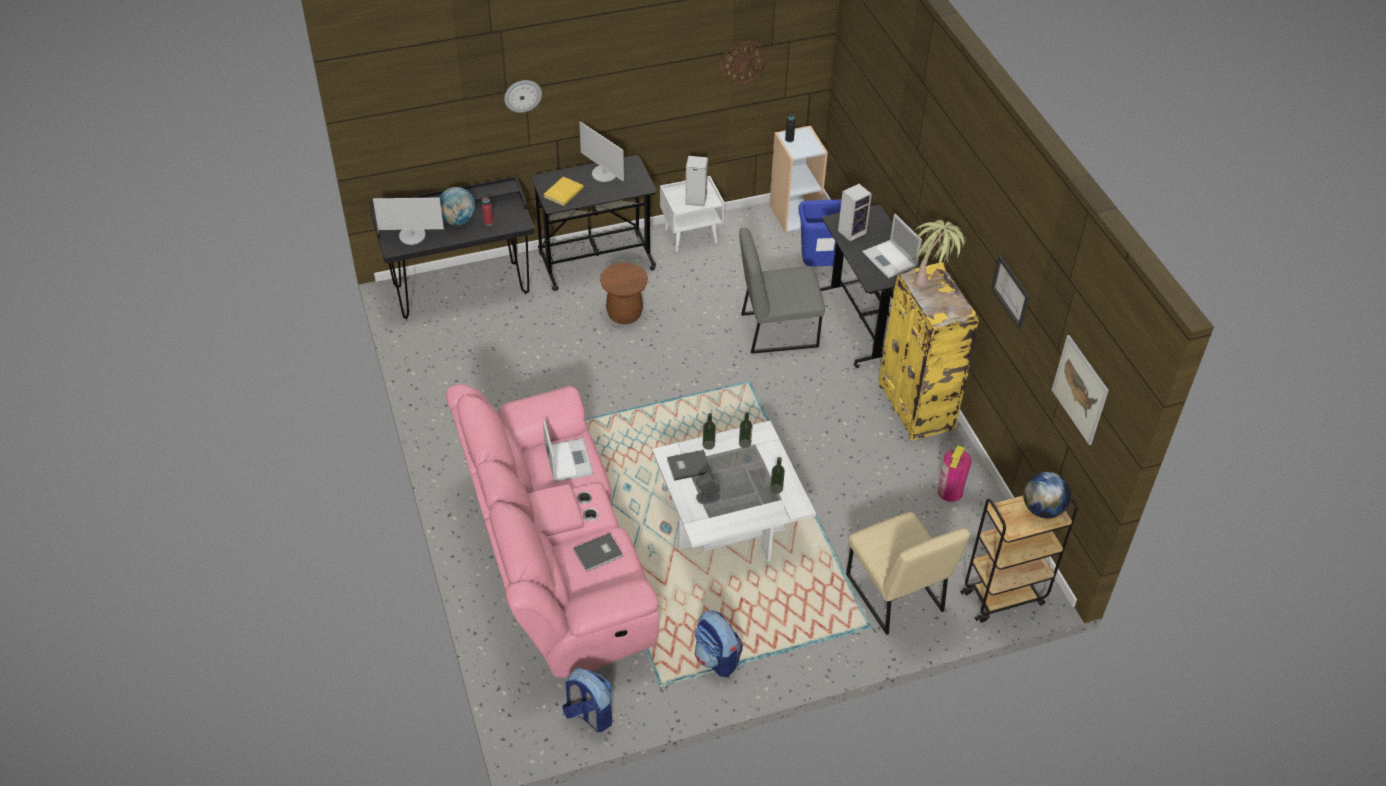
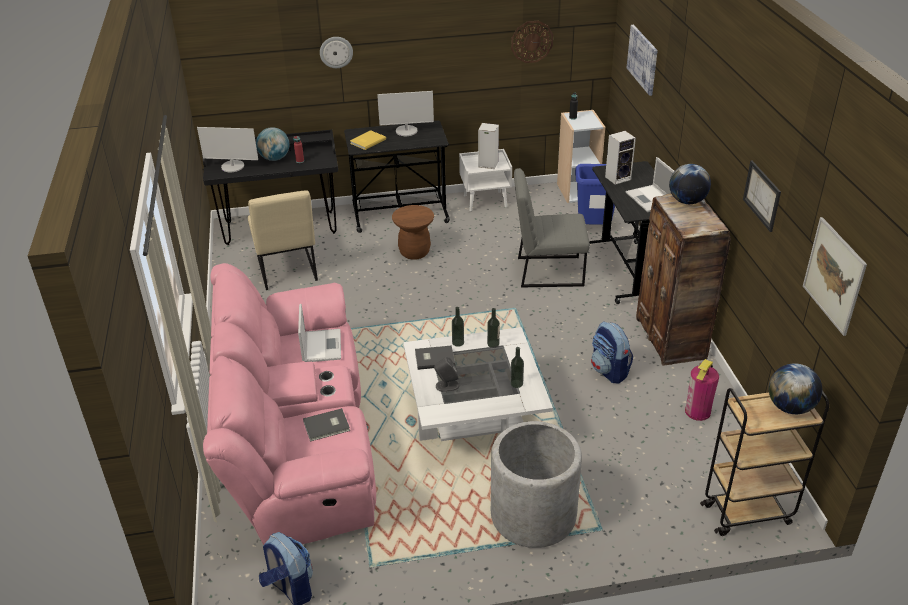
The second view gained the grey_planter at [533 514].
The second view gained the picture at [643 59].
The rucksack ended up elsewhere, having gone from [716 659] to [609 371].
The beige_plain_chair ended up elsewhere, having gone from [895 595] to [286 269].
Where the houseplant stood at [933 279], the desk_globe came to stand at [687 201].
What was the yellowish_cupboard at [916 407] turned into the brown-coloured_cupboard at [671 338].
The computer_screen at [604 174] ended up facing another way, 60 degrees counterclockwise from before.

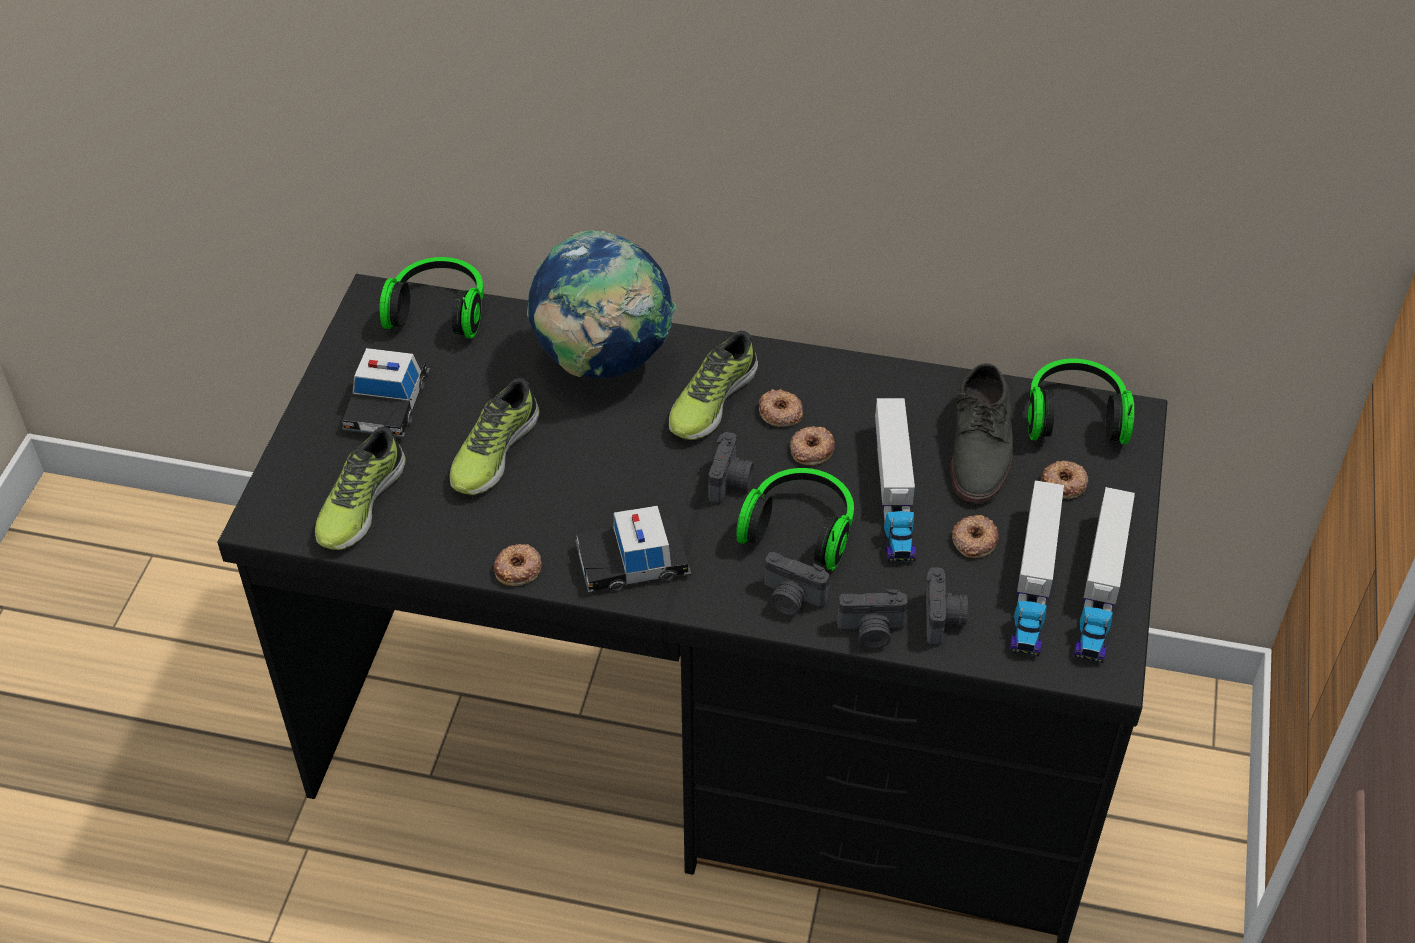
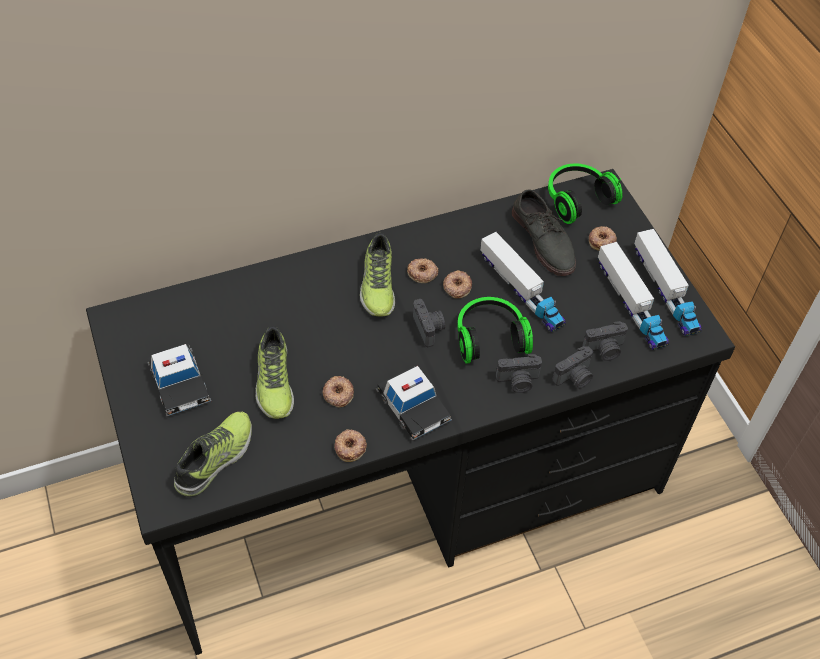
The second view lost the headset at [439 311].
The second view lost the desk_globe at [602 361].
The ring_doughnut ended up elsewhere, having gone from [974 540] to [338 393].
The item_of_footwear at [359 503] ended up facing another way, 135 degrees counterclockwise from before.
The miniature_car at [632 561] ended up facing another way, 75 degrees counterclockwise from before.
The photo_camera at [943 619] ended up facing another way, 105 degrees clockwise from before.

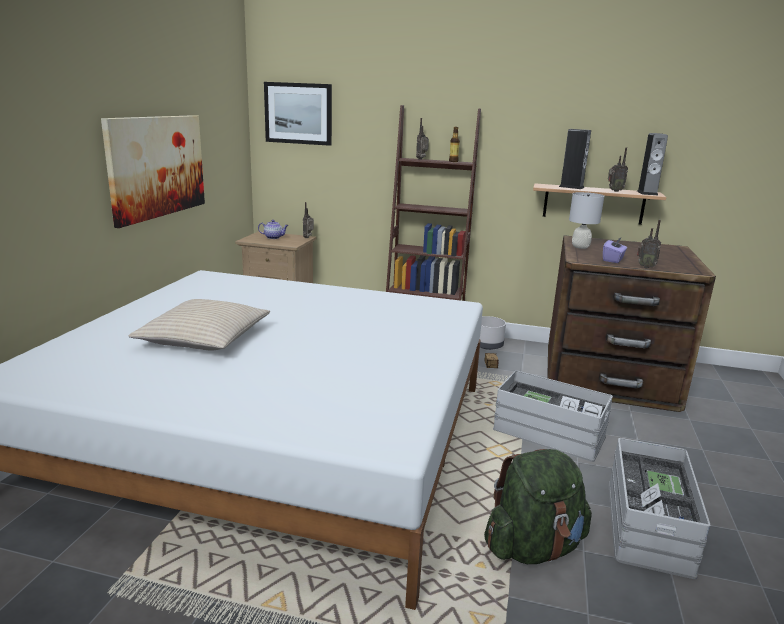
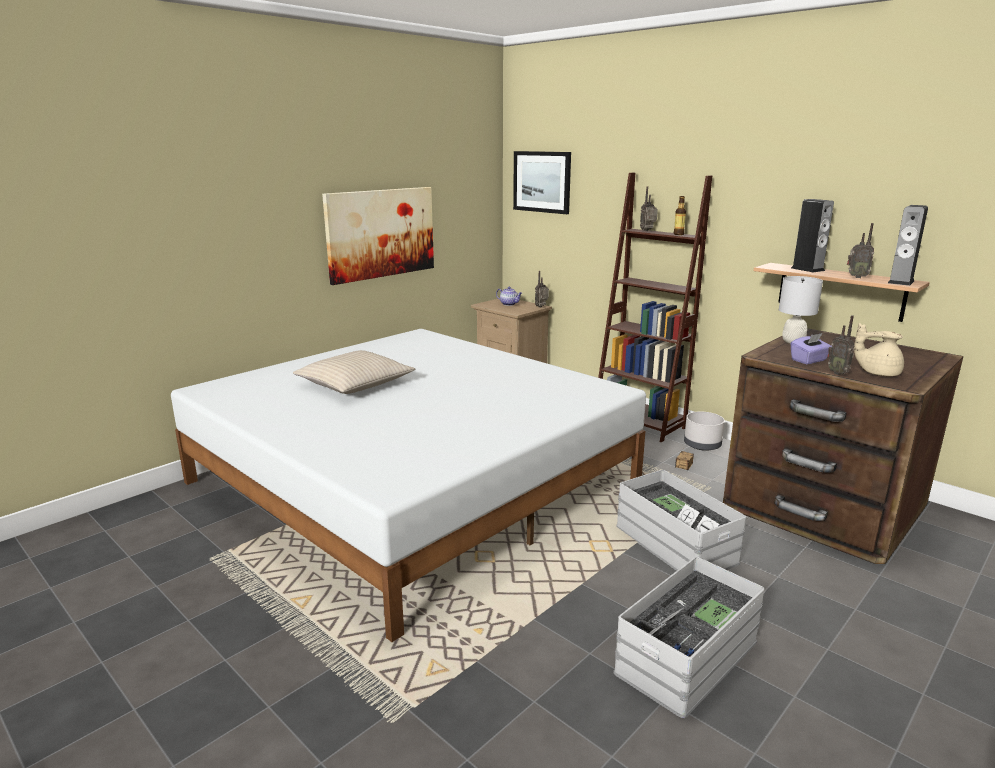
The second view lost the greenish_rucksack at [533 547].
The second view gained the beige_teapot at [877 373].

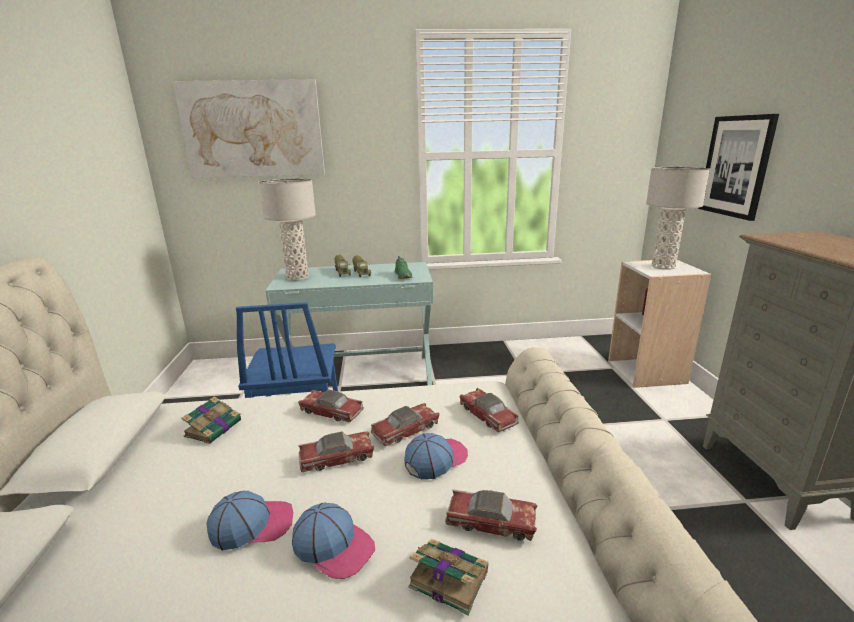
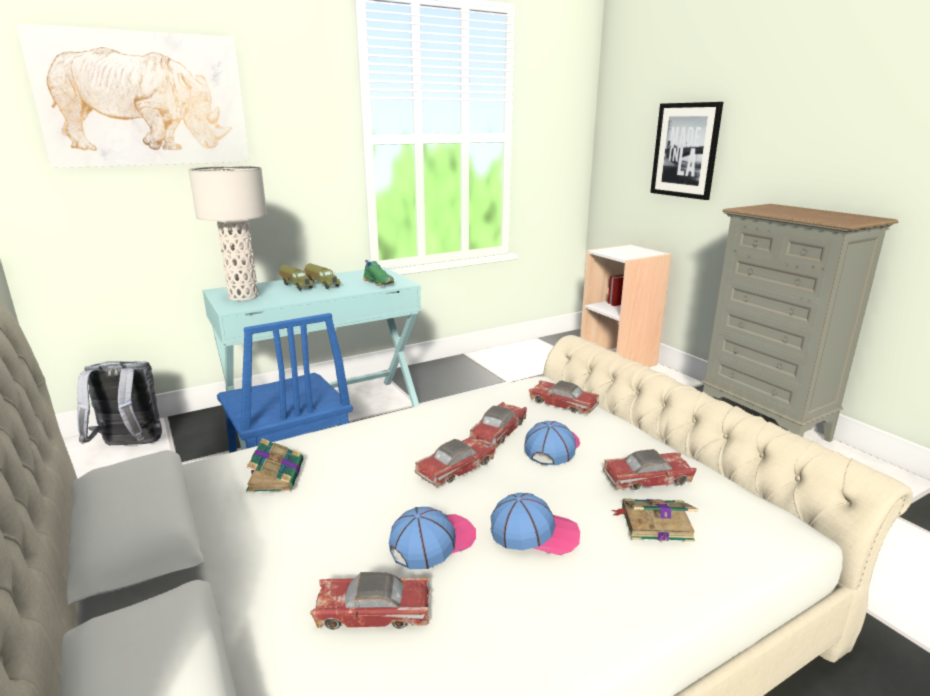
The second view lost the whitish_table_lamp at [663 266].
The second view gained the grey_rucksack at [130 446].
The miniature_car ended up elsewhere, having gone from [331 411] to [373 612].

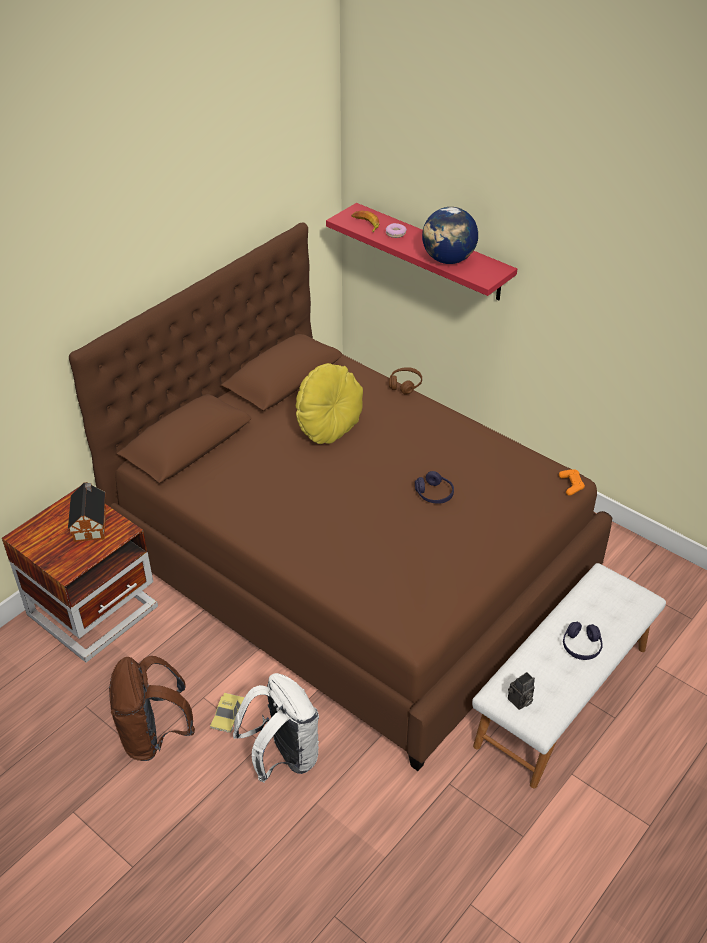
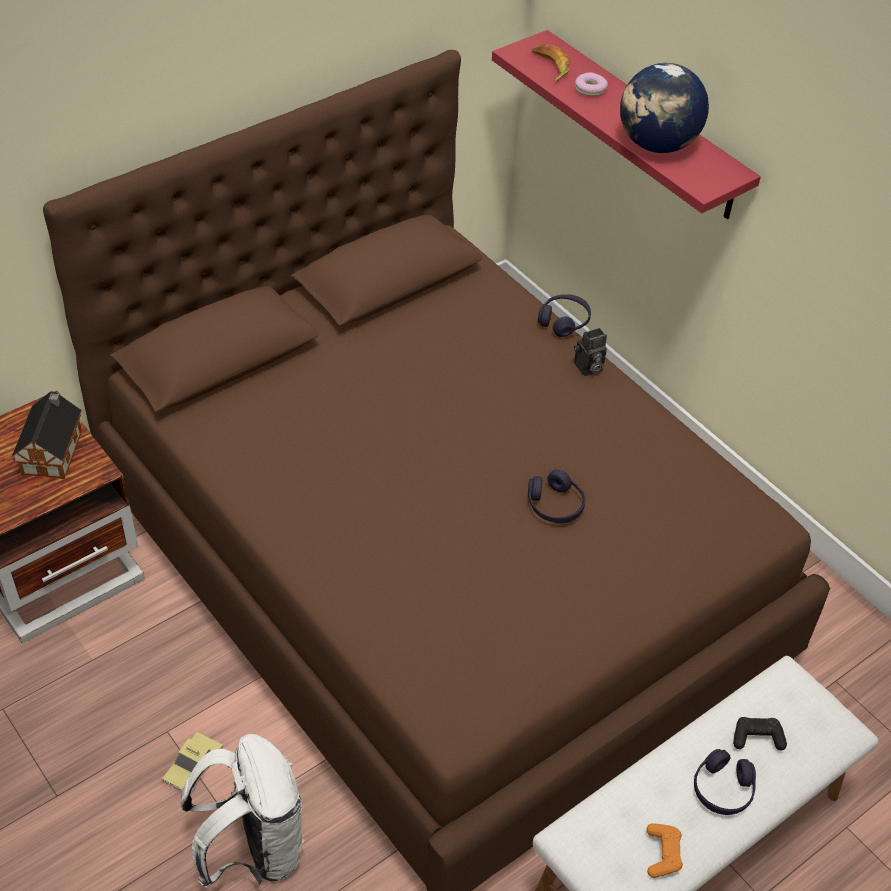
The second view lost the brown-coloured_rucksack at [154 736].
The second view lost the yellowish_cushion at [330 430].
The second view gained the black_joypad at [757 737].
The photo_camera ended up elsewhere, having gone from [519 701] to [587 368].
The orange_joypad ended up elsewhere, having gone from [571 485] to [663 854].
What was the brown-coloured_headset at [405 385] turned into the purple-coloured_headset at [563 321].

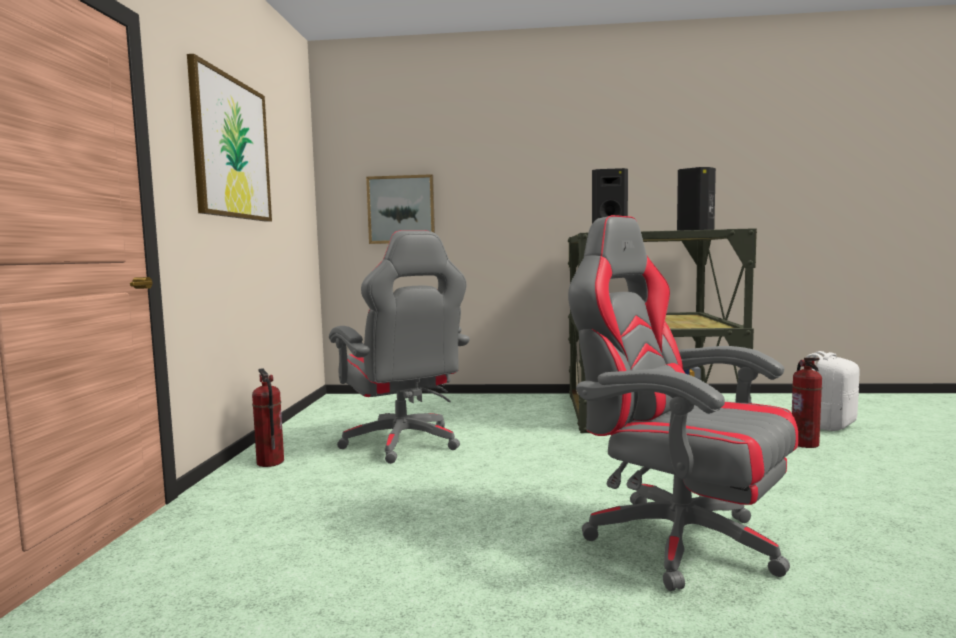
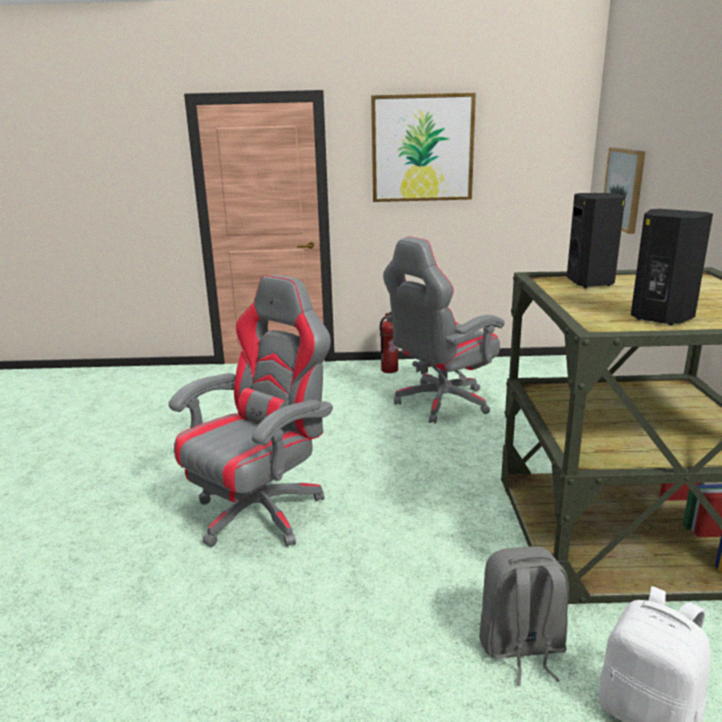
Where the fire_extinguisher stood at [805 444], the grey_rucksack came to stand at [521 648].

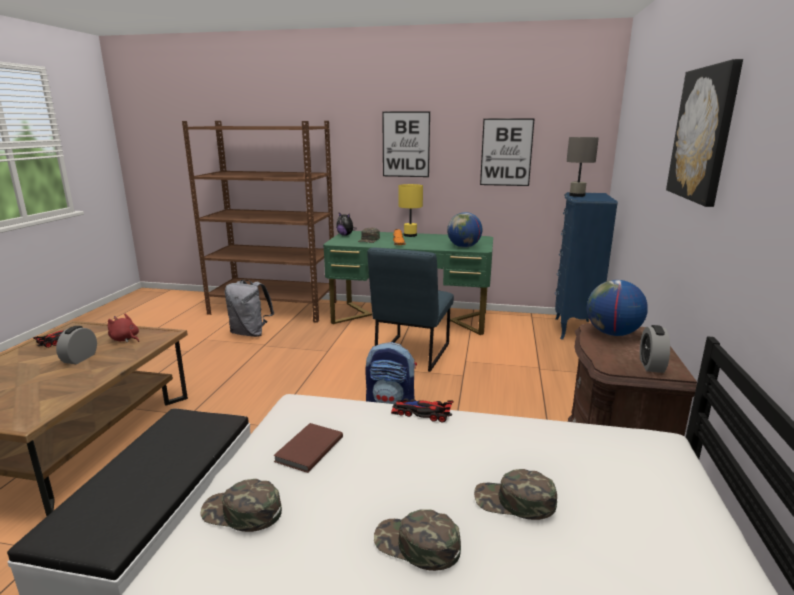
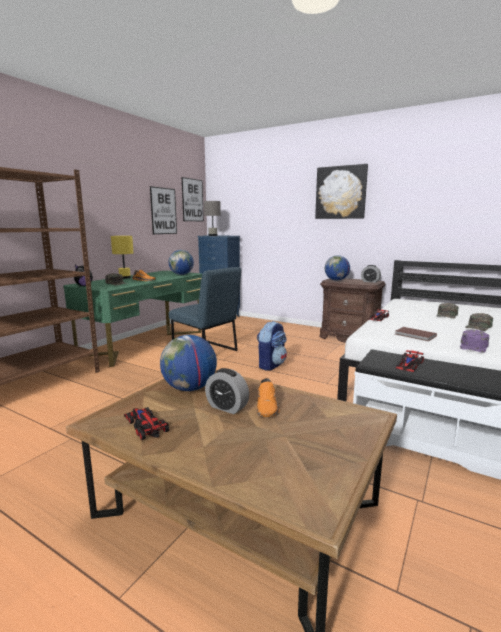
The second view lost the grey_rucksack at [250 333].
The second view gained the orange_item_of_footwear at [268 407].
The second view gained the miniature_car at [409 364].
The picture ended up elsewhere, having gone from [406 144] to [192 200].
Where the red-coloured_soft_toy stood at [125 339], the desk_globe came to stand at [189 388].
What was the greenish_baseball_cap at [241 512] turned into the purple-coloured_baseball_cap at [474 346].

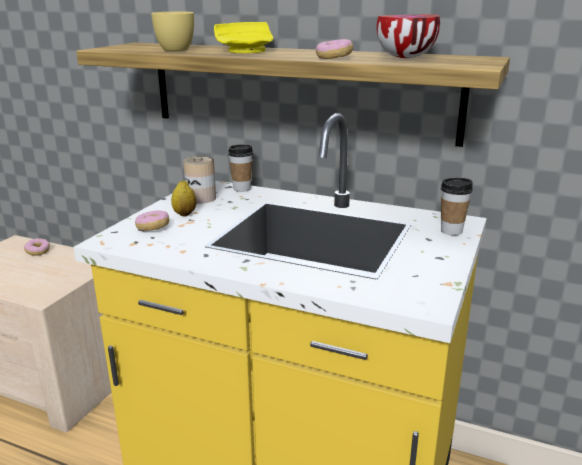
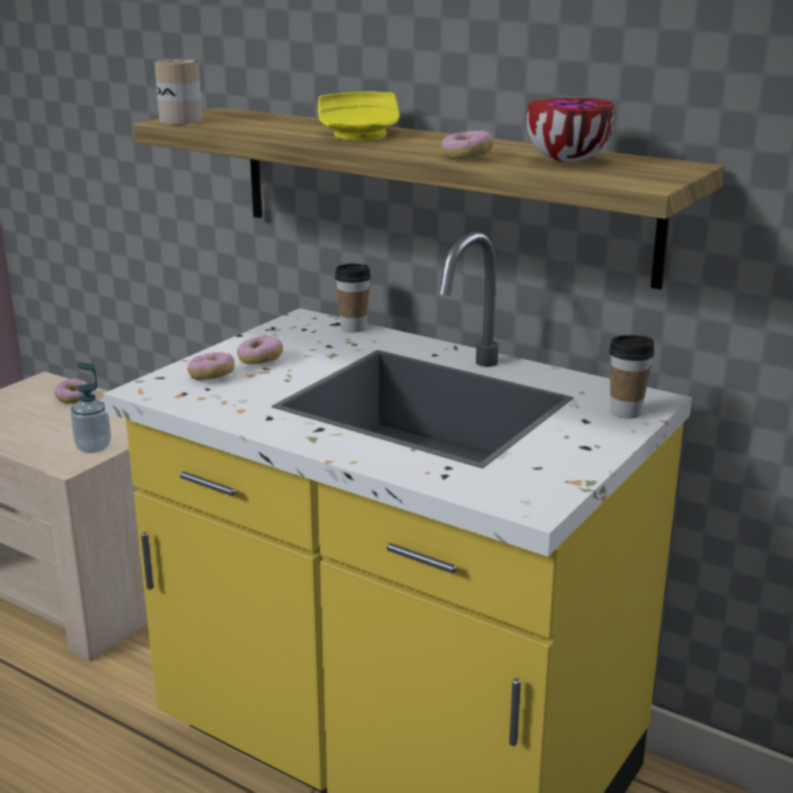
The second view lost the yellowish_small_cup at [173 49].
The second view gained the liquid_soap_bottle at [93 447].
The sealed_can ended up elsewhere, having gone from [201 198] to [181 120].
Where the lemon stood at [185 214], the ring_doughnut came to stand at [260 360].

